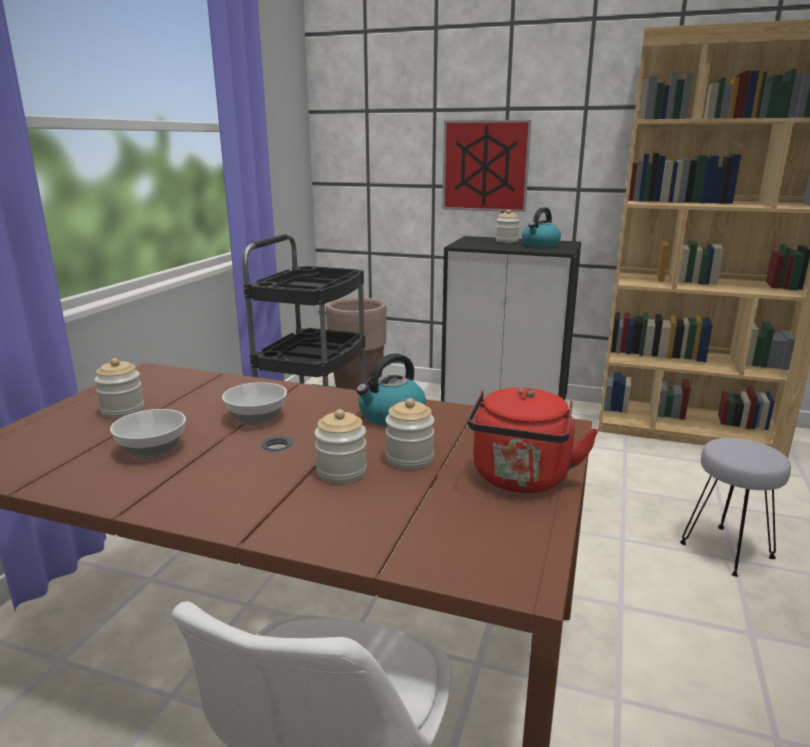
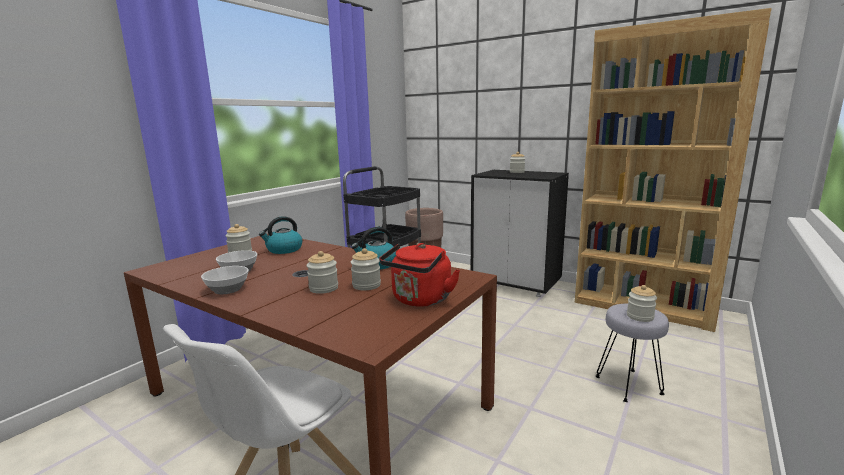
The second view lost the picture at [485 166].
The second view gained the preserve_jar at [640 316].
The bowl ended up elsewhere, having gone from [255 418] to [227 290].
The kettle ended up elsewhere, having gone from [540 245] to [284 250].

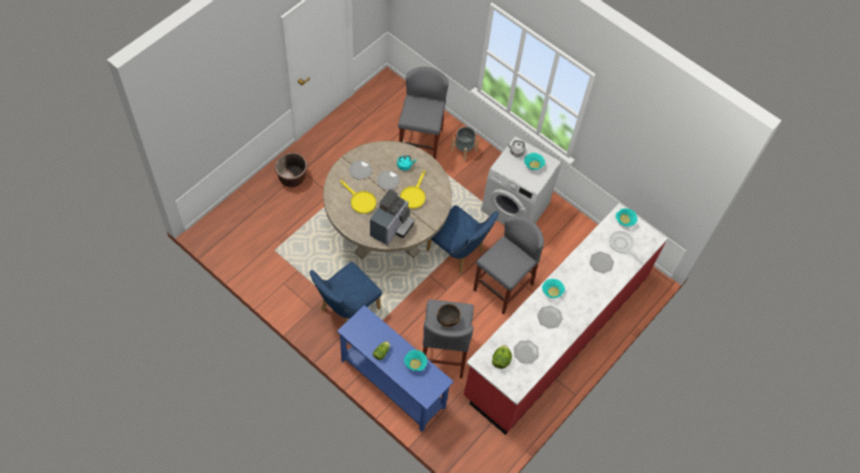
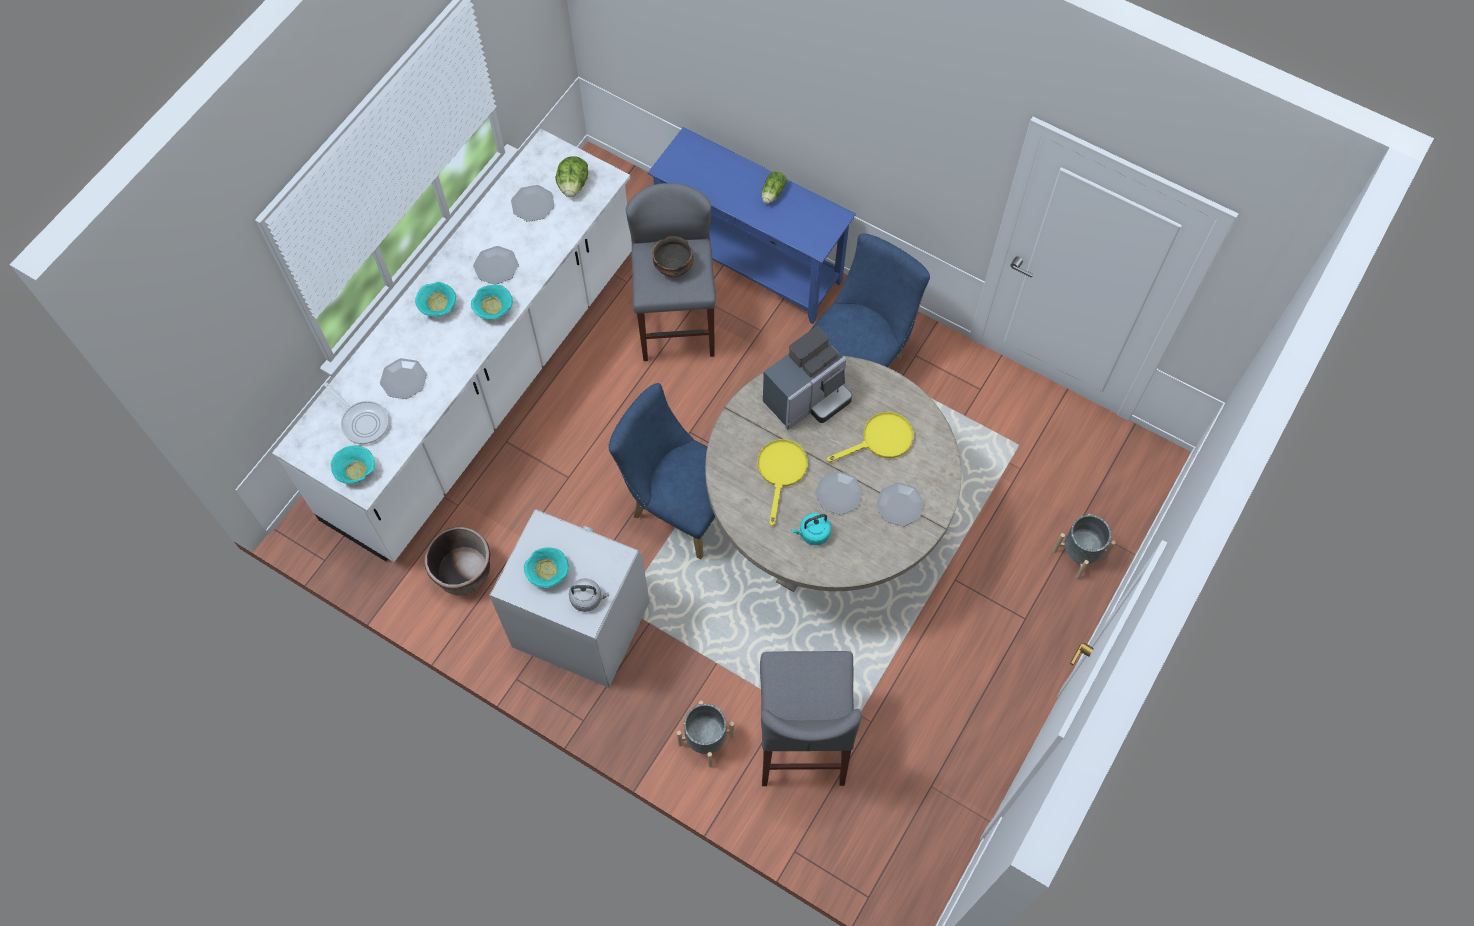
The second view lost the grey_sitting_stool at [503 287].
The second view gained the grey_planter at [1079 554].
The brown-coloured_planter ended up elsewhere, having gone from [292 177] to [463 572].
The turquoise_bowl ended up elsewhere, having gone from [415 364] to [437 307].
What was the red-coloured_kitchen_counter at [556 335] turned into the whitish_kitchen_counter at [484 386].
The yellowish_skillet at [360 201] ended up facing another way, 120 degrees clockwise from before.
The coffee_brewer at [391 228] ended up facing another way, 150 degrees counterclockwise from before.

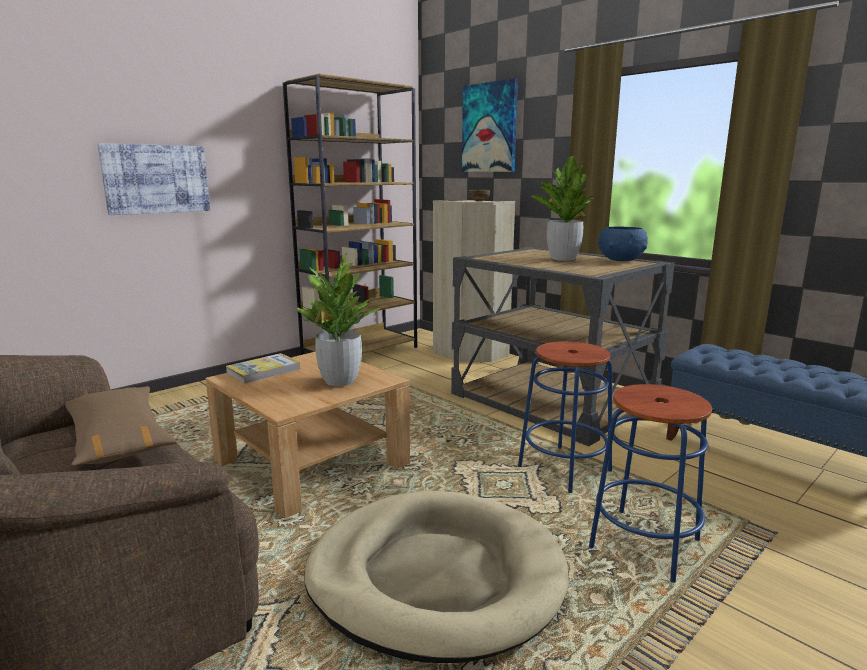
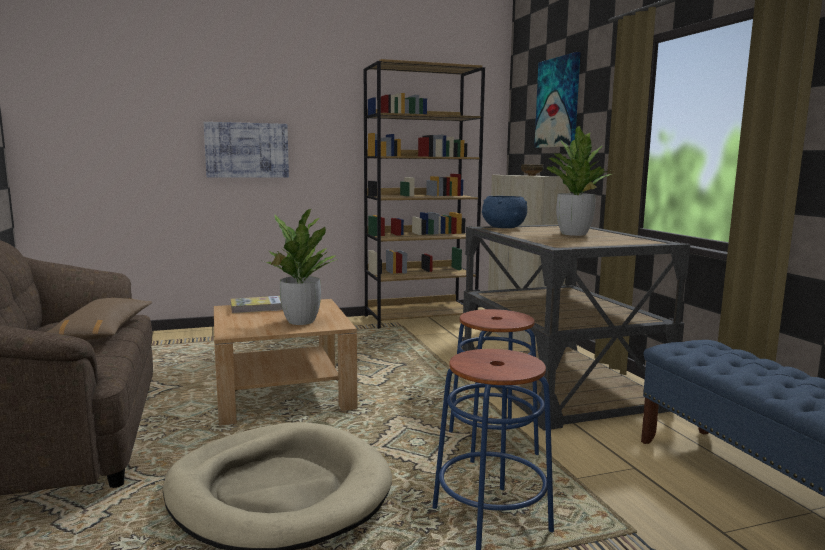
The bluish_bowl ended up elsewhere, having gone from [620 260] to [503 227].

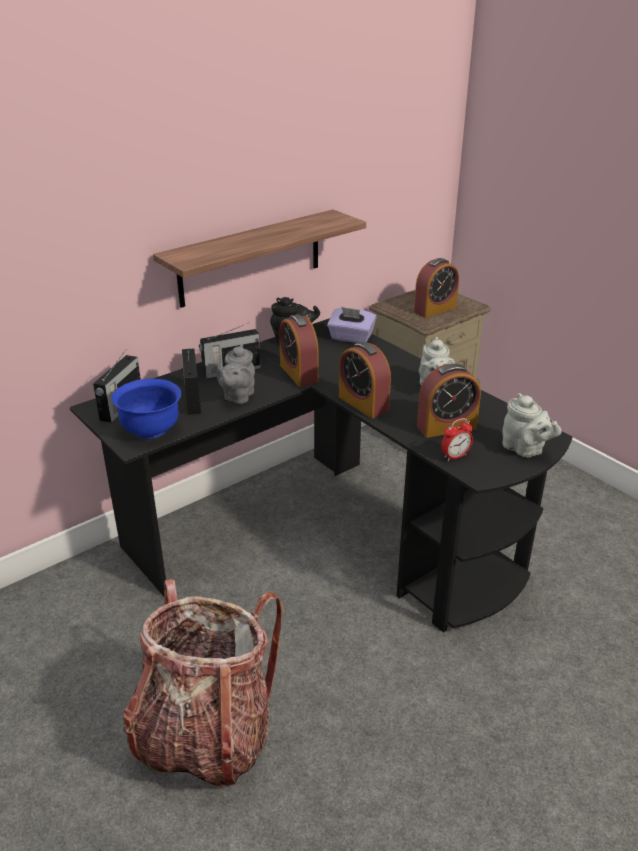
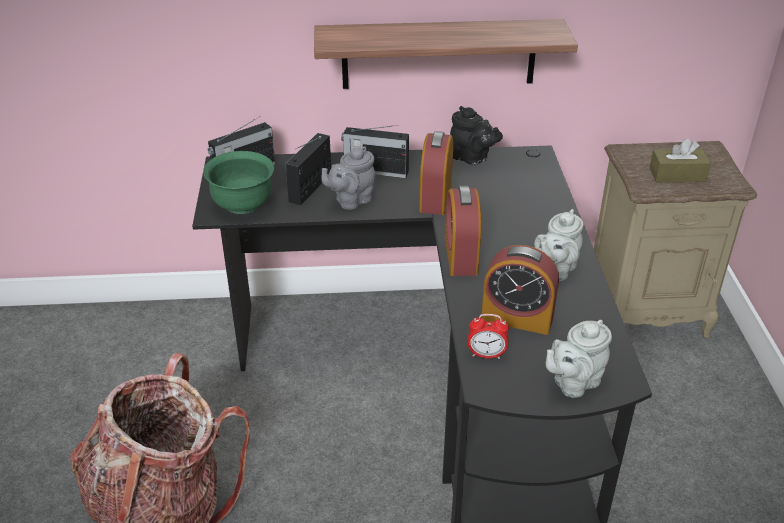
The second view lost the purple-coloured_tissue_holder at [351 338].
Where the bedside_clock stood at [435 309], the brown-coloured_tissue_holder came to stand at [677 175].
What was the bluish_bowl at [151 430] turned into the greenish_bowl at [242 205].
The grey_teapot at [525 450] ended up facing another way, 60 degrees clockwise from before.

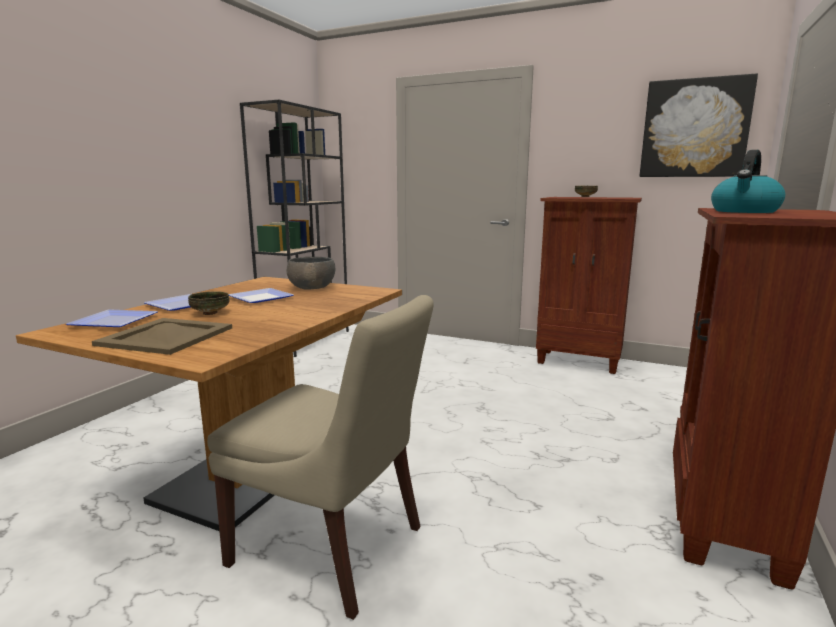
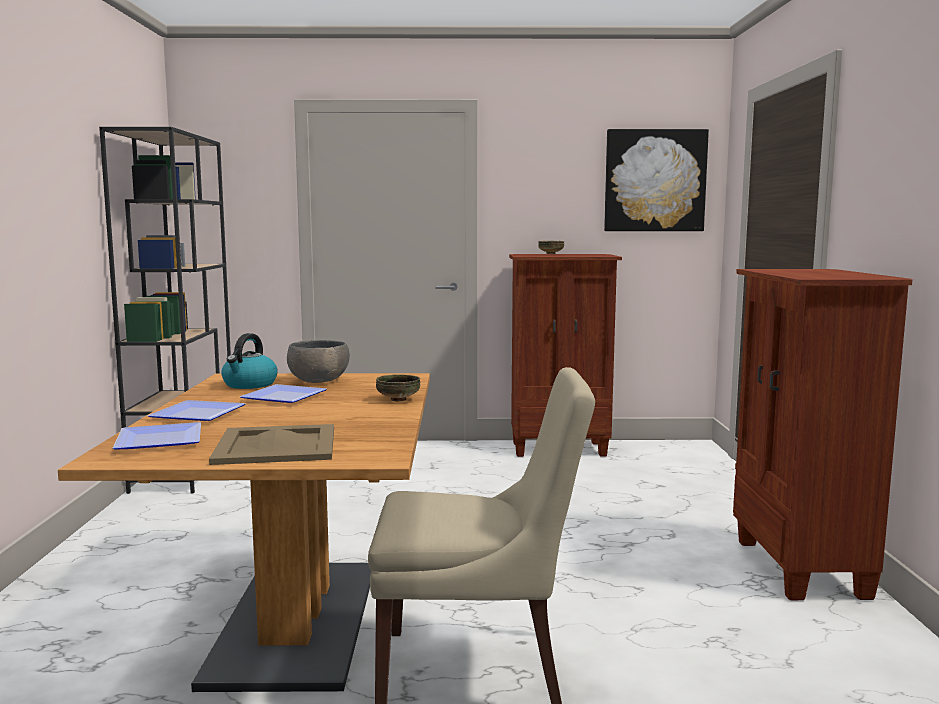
The bowl ended up elsewhere, having gone from [209 313] to [397 400].
The kettle ended up elsewhere, having gone from [744 211] to [249 384].

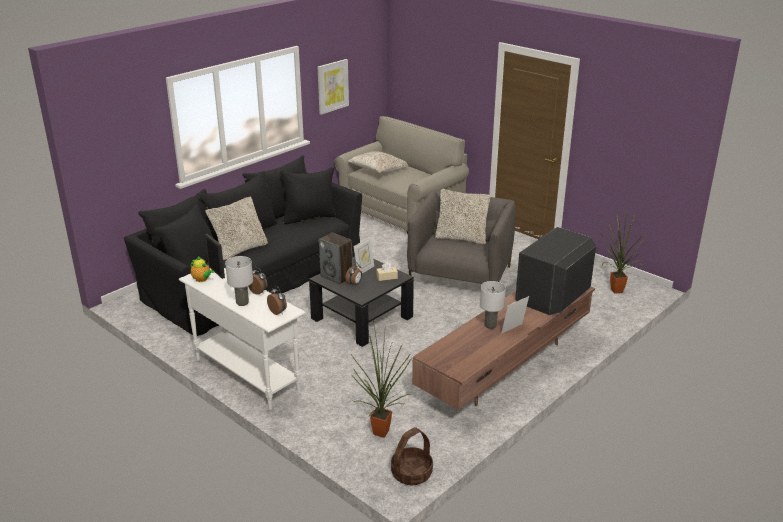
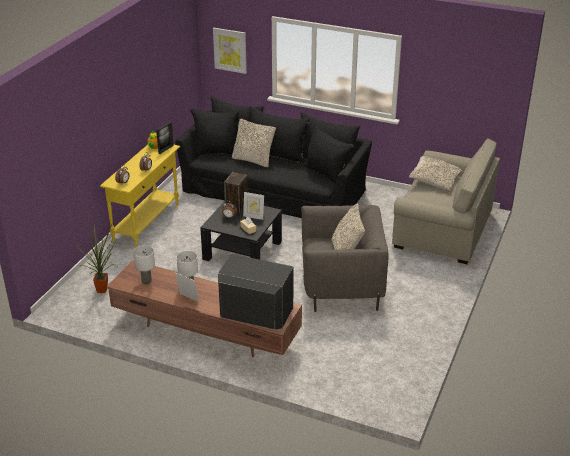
The second view lost the storage_basket at [411 473].
The second view lost the houseplant at [614 291].
The whitish_table_lamp ended up elsewhere, having gone from [243 303] to [146 281].
The picture ended up elsewhere, having gone from [332 86] to [230 50].
What was the whitish_console_table at [247 375] turned into the yellowish_console_table at [147 222].

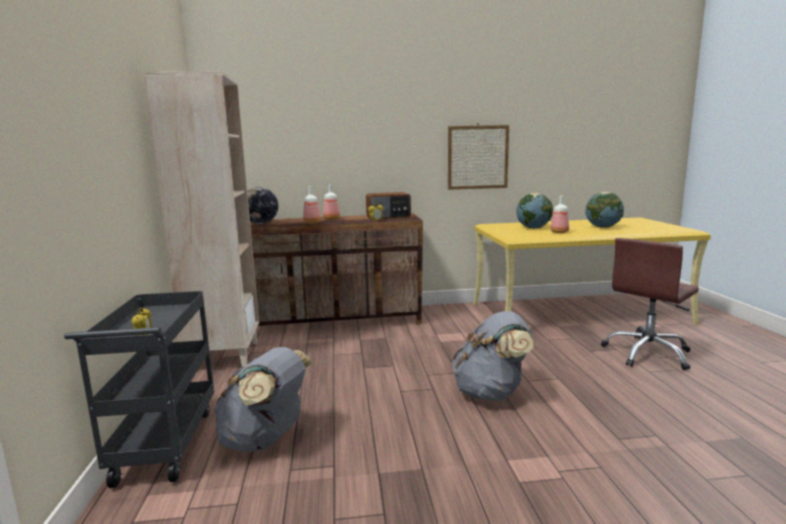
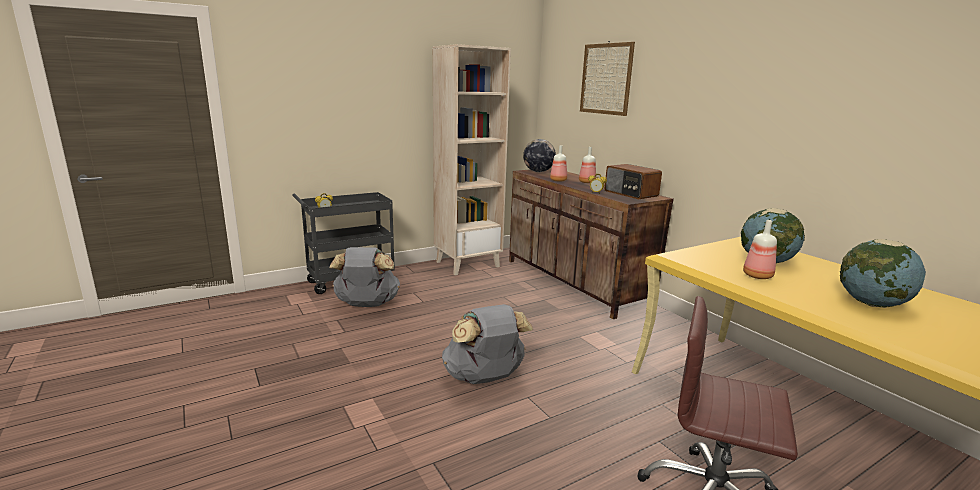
The picture ended up elsewhere, having gone from [477 156] to [606 77].

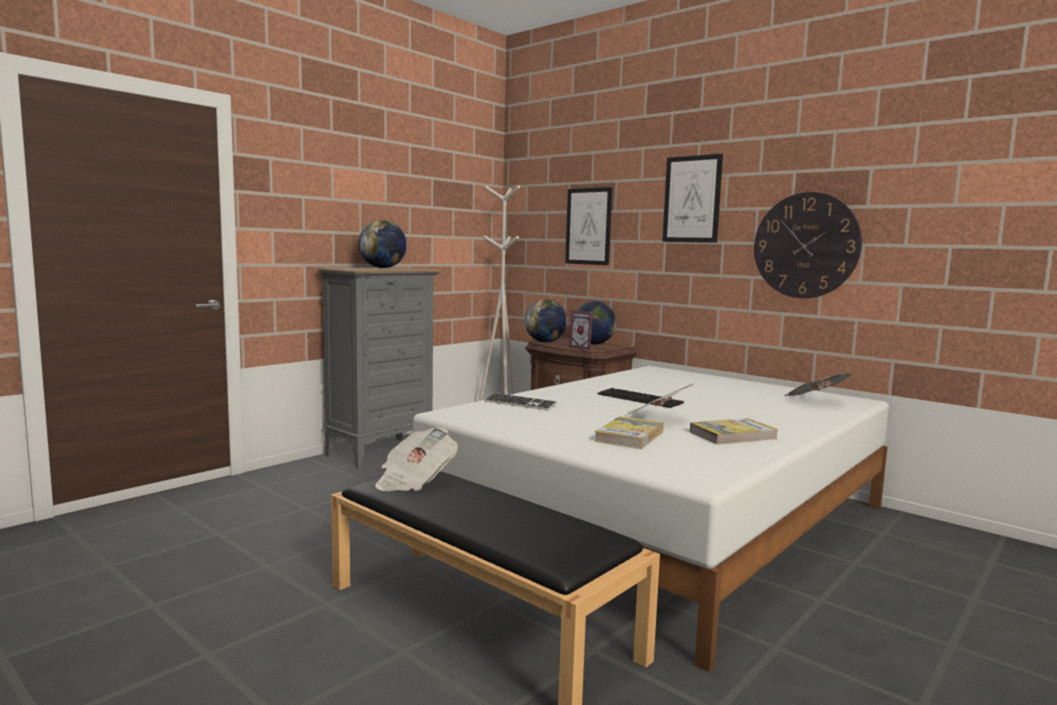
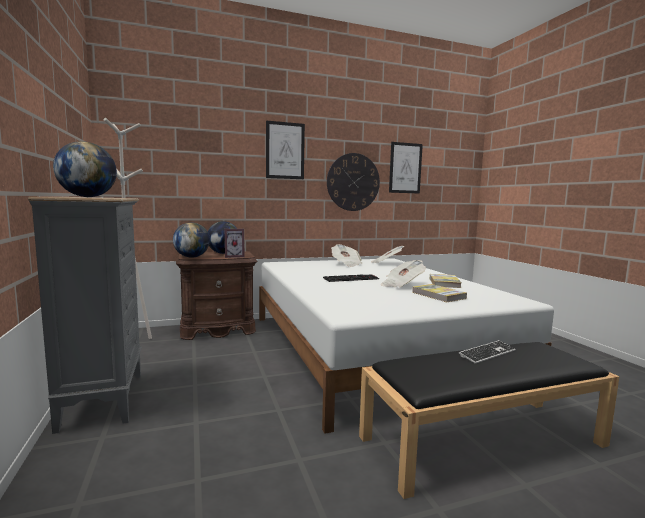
The daily_paper ended up elsewhere, having gone from [414 481] to [346 264].
The keyboard ended up elsewhere, having gone from [520 404] to [487 353].
The picture ended up elsewhere, having gone from [588 226] to [405 168].

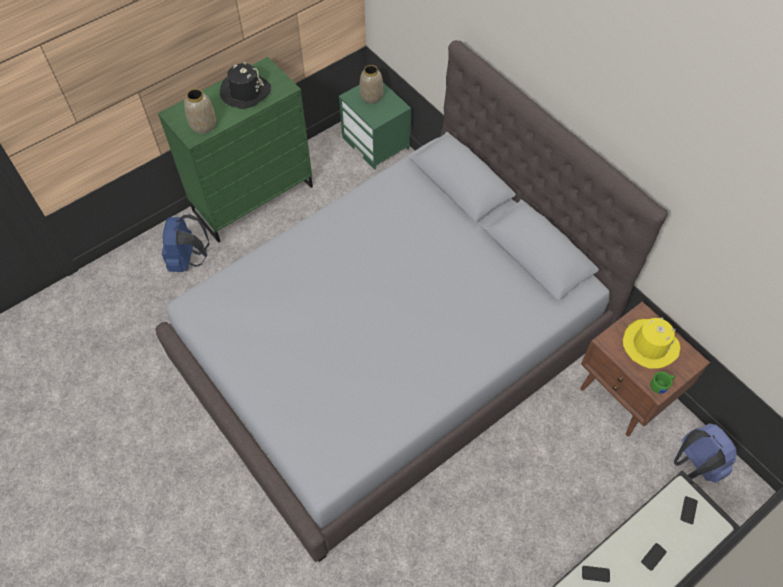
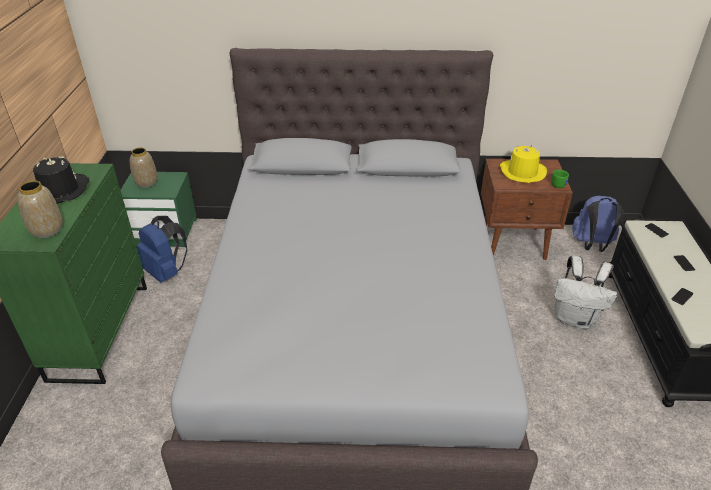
The second view gained the whitish_rucksack at [575 318].
The bluish_rucksack ended up elsewhere, having gone from [188 260] to [166 272].

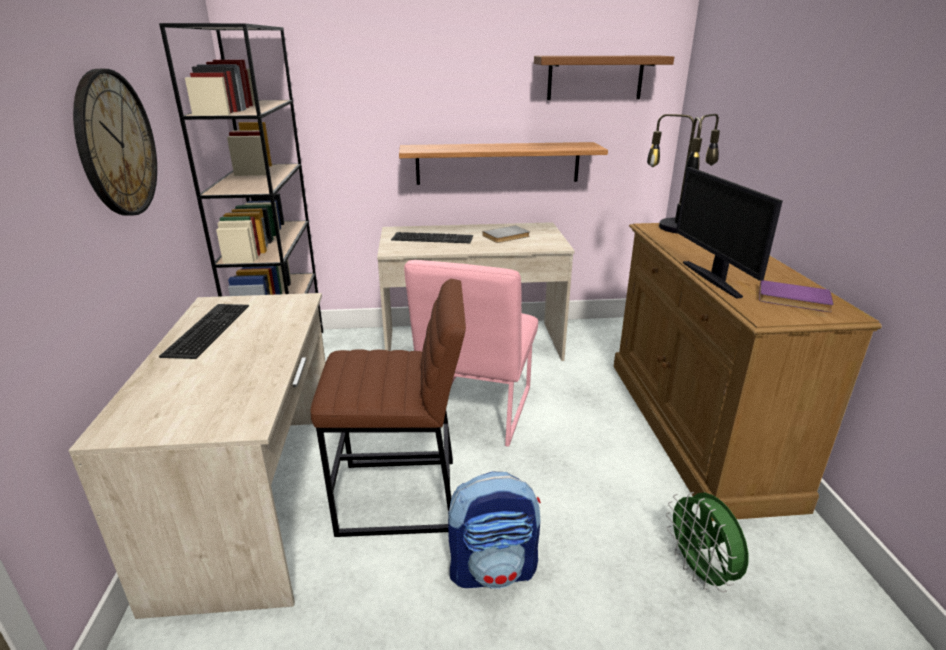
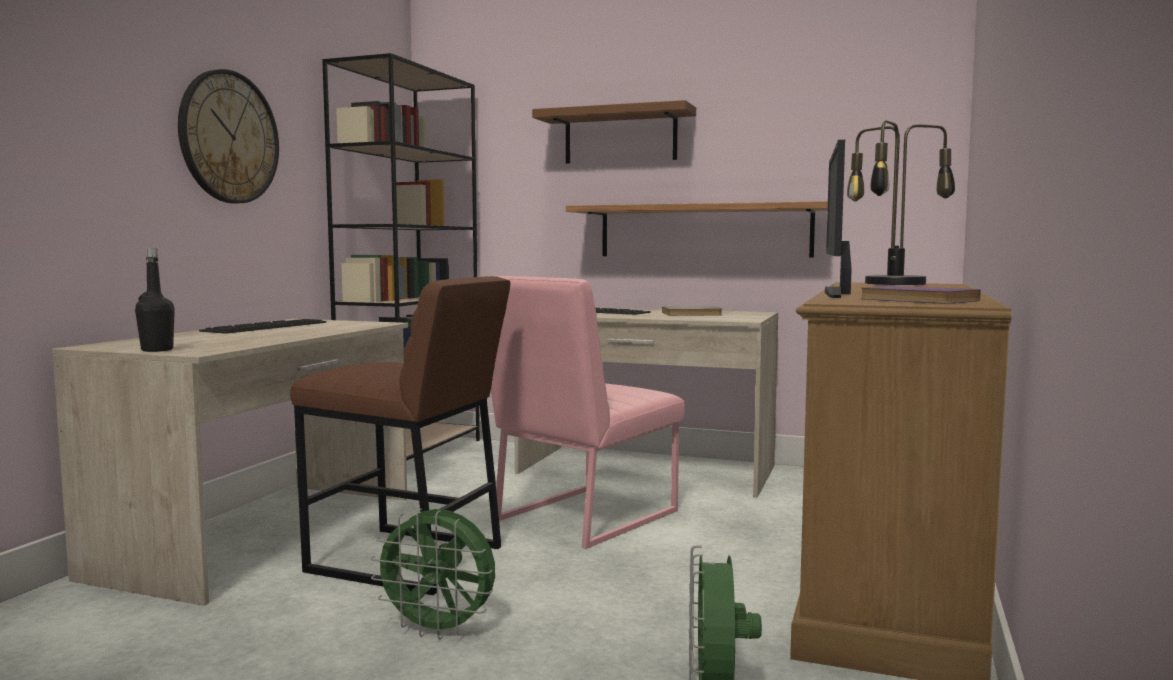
The second view gained the black_bottle at [157 350].
The brown-coloured_wall_shelf ended up elsewhere, having gone from [595 78] to [620 136].
Where the rucksack stood at [493 569], the greenish_electric_fan came to stand at [439 630].

